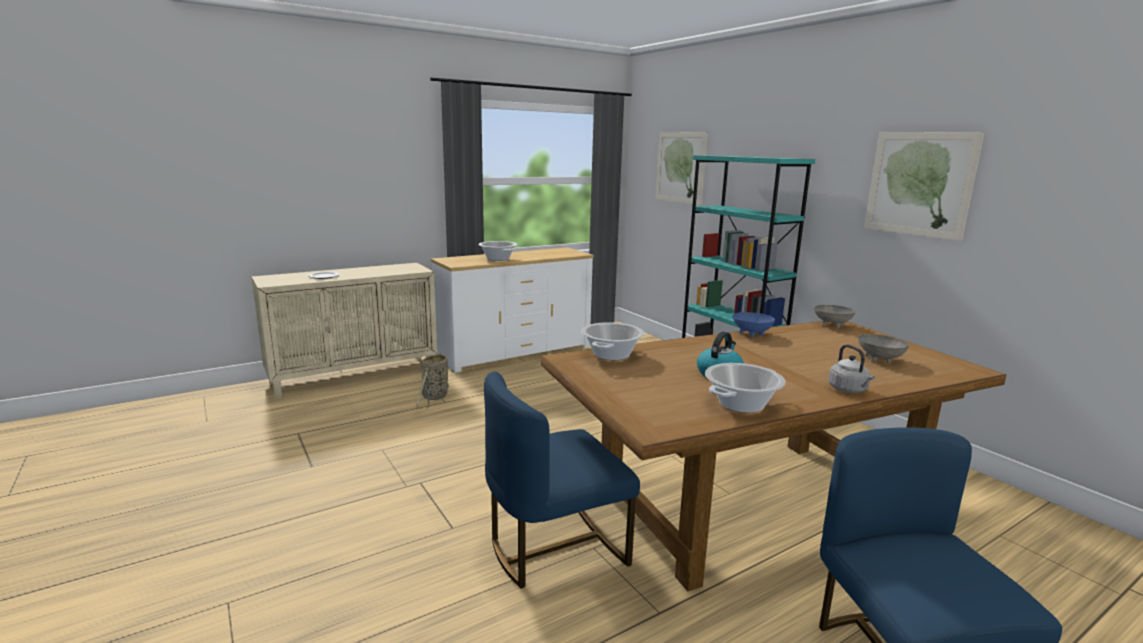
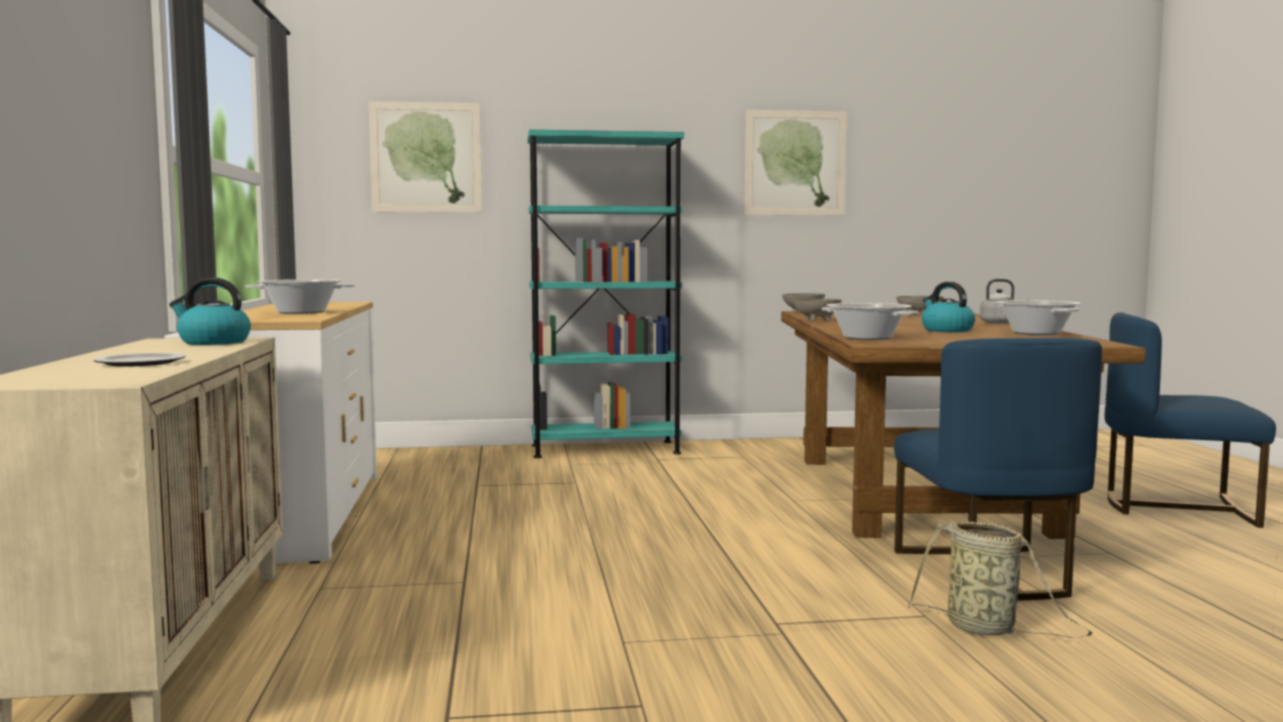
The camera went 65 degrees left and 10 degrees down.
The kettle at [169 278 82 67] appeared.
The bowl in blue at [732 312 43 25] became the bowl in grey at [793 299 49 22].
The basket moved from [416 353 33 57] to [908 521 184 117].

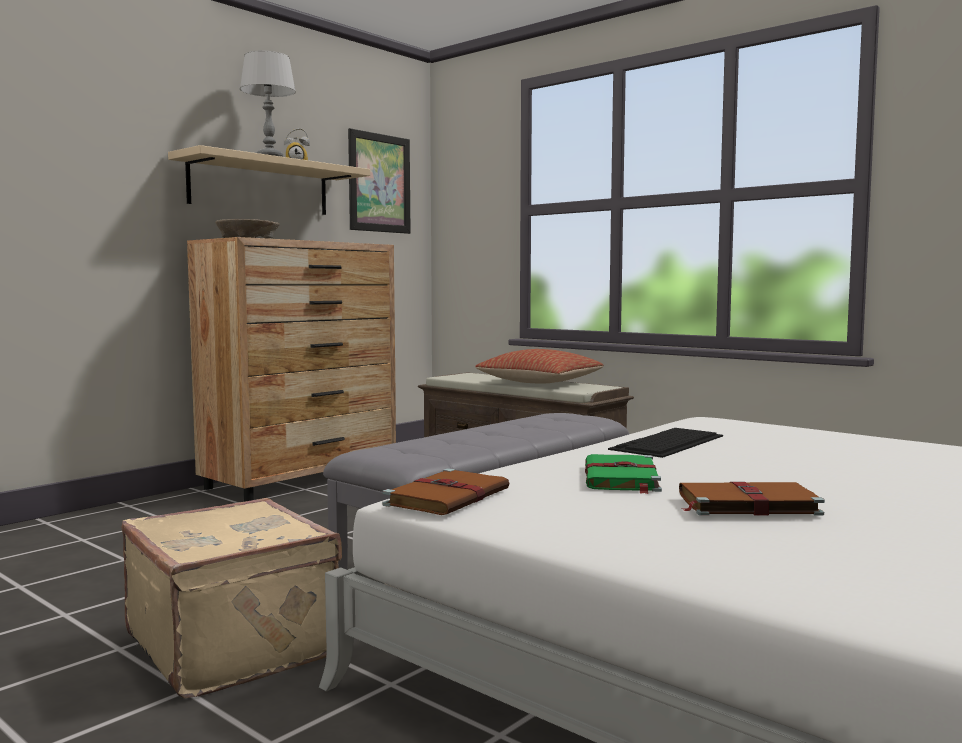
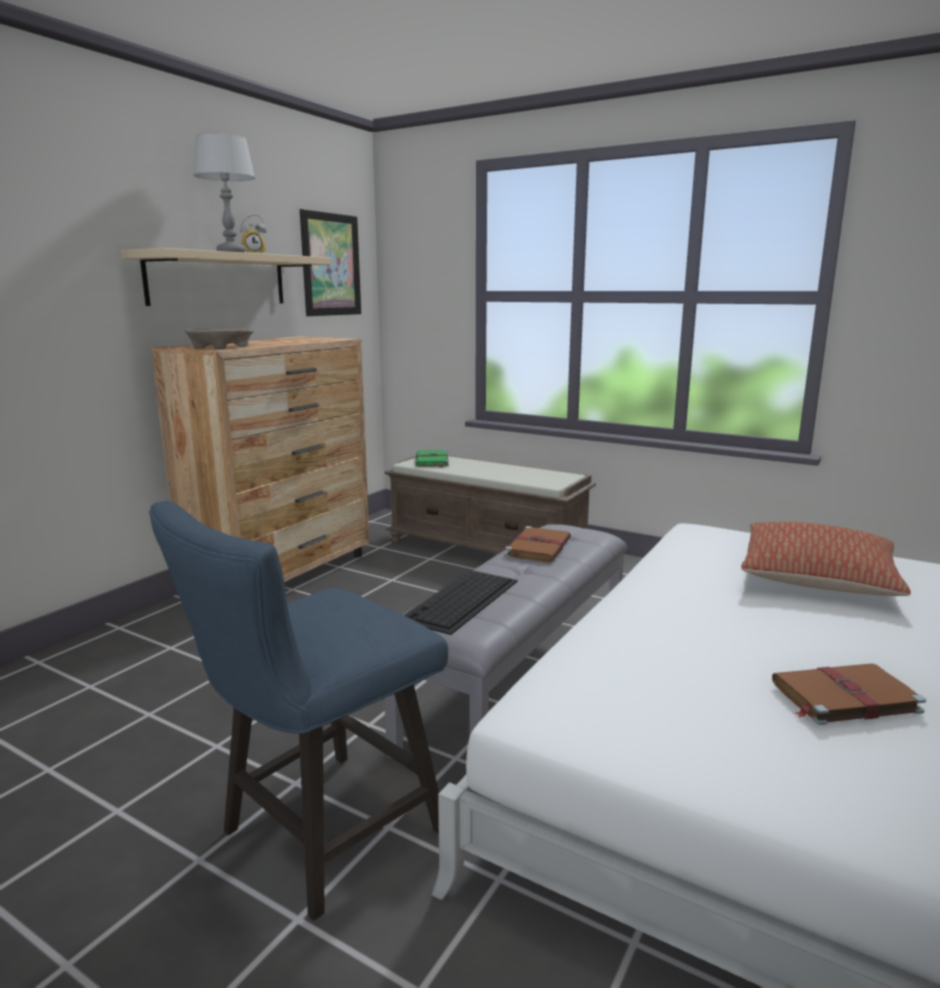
The camera went 10 degrees left and 10 degrees up.
The suitcase in beige at [122 498 220 200] was replaced by the chair in blue at [149 501 299 420].
The keyboard moved from [608 428 115 30] to [404 570 114 65].
The book in green moved from [585 454 77 40] to [415 450 34 18].
The book in brown moved from [382 468 128 47] to [505 526 66 36].
The pillow moved from [475 349 128 35] to [741 522 170 74].

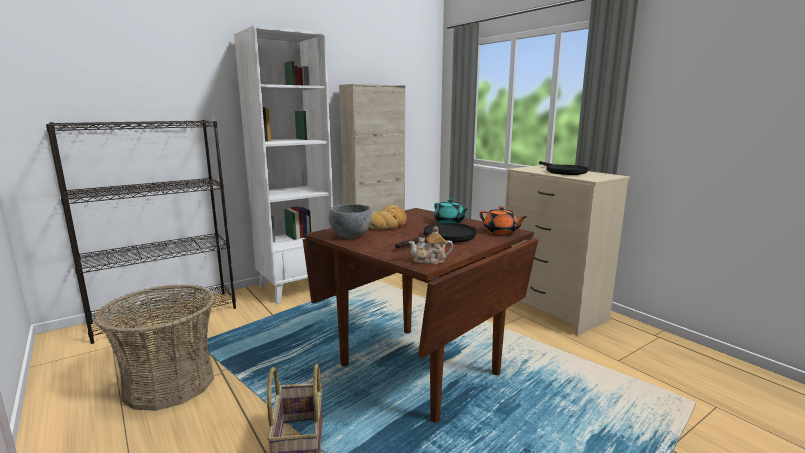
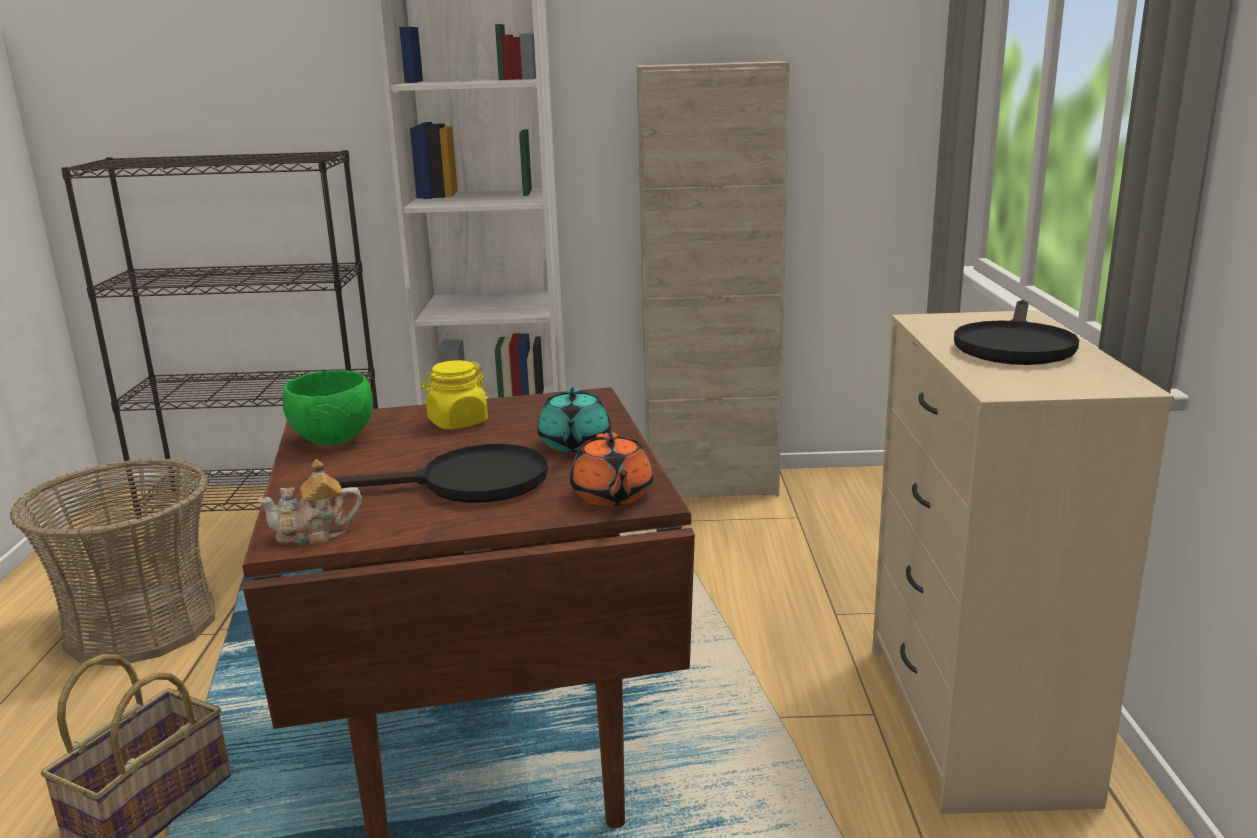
The camera went 35 degrees right and 5 degrees up.
The teapot at [408 226 45 39] turned 45 degrees counterclockwise.
The bowl in grey at [328 204 44 35] became the bowl in green at [283 370 90 75].
The bread at [369 205 38 25] was replaced by the jar in yellow at [421 360 67 70].

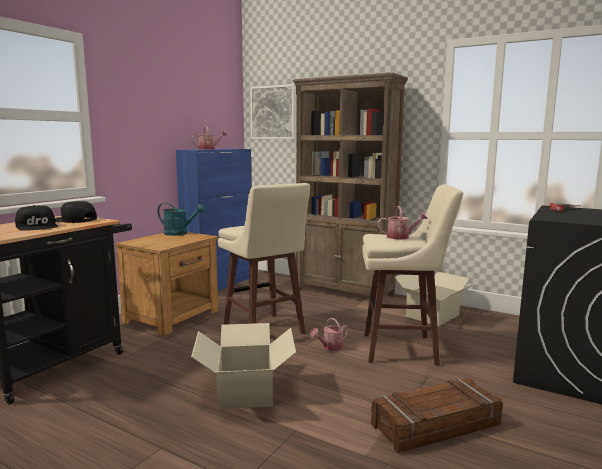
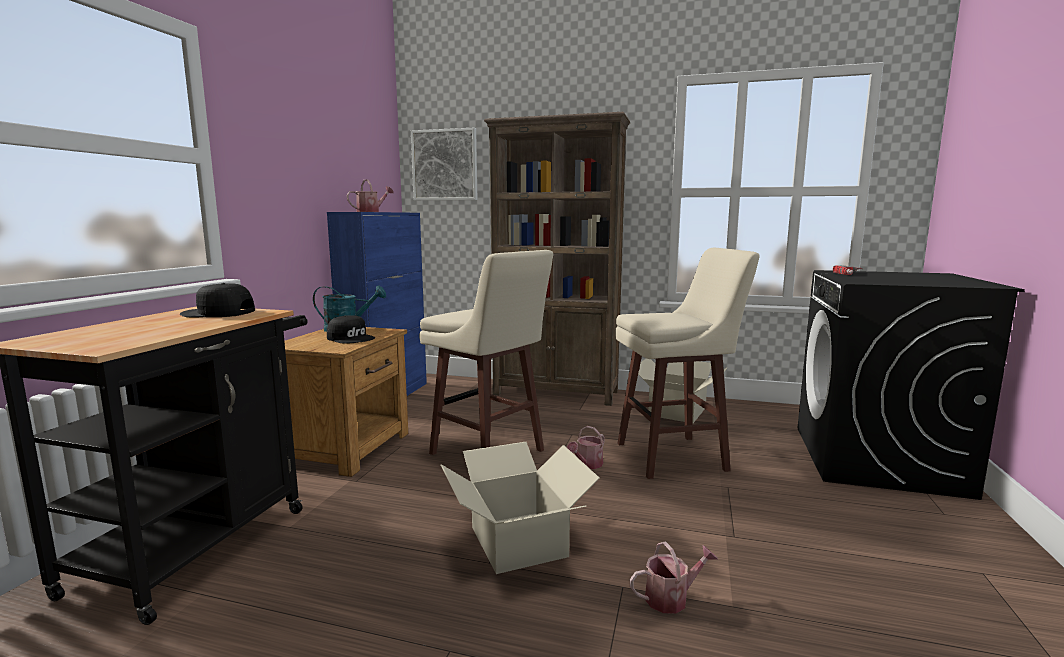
The camera went 15 degrees left and 0 degrees up.
The cap in black moved from [15 205 43 26] to [327 315 48 29].
The watering can moved from [378 206 49 34] to [630 541 88 72].
The crate at [371 378 132 75] disappeared.

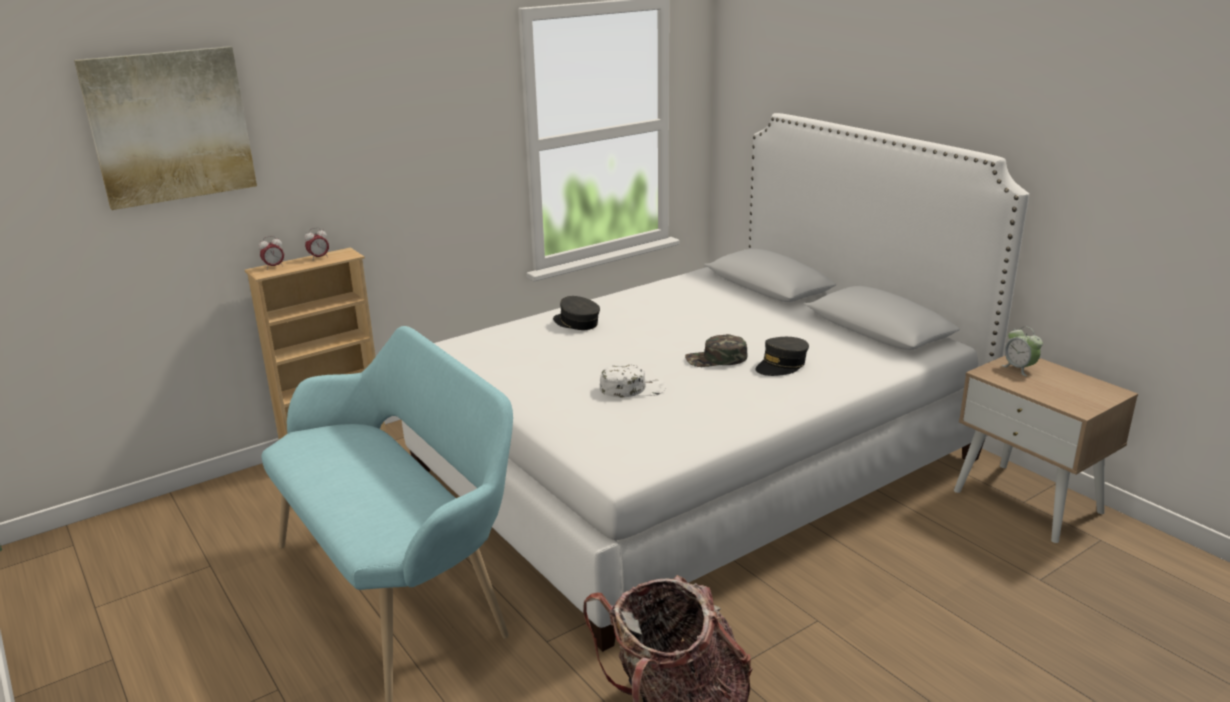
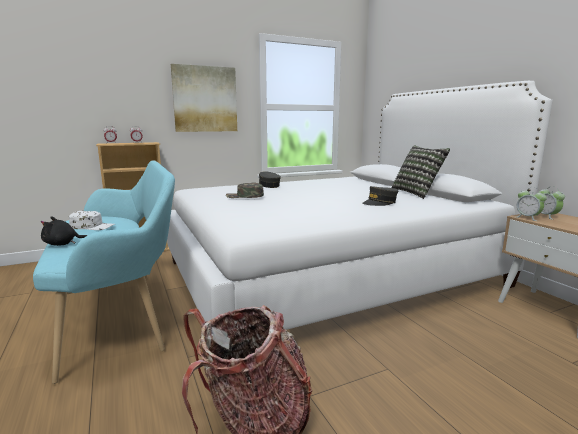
The camera went 10 degrees right and 10 degrees down.
The plush toy in black at [41 217 46 29] appeared.
The cap in white moved from [600 364 66 33] to [69 211 46 19].
The picture moved from [74 46 183 164] to [171 64 66 68].
The cap in green moved from [685 334 63 33] to [226 182 38 16].
The pillow at [391 145 59 54] appeared.
The alarm clock at [517 187 30 34] appeared.

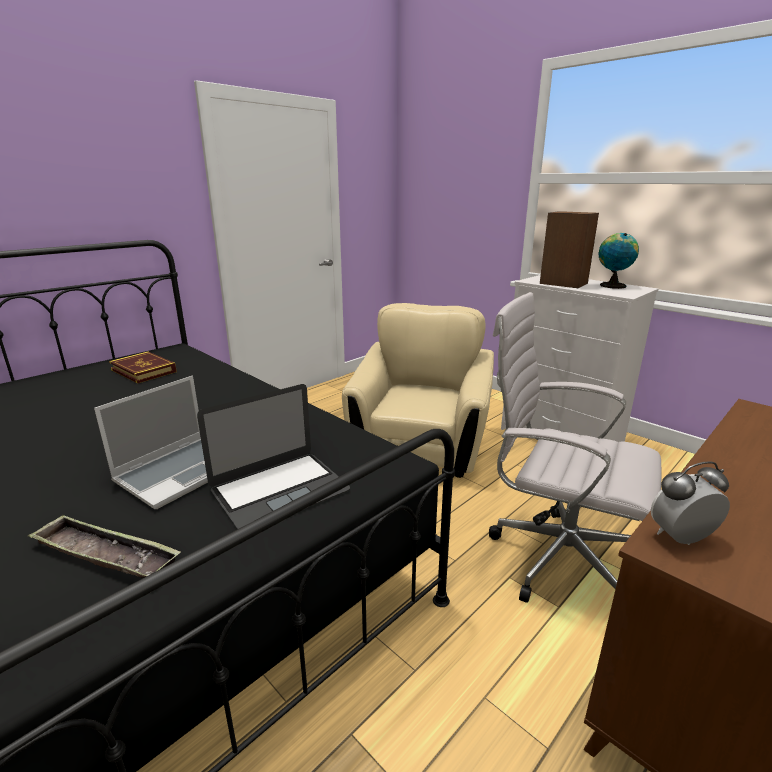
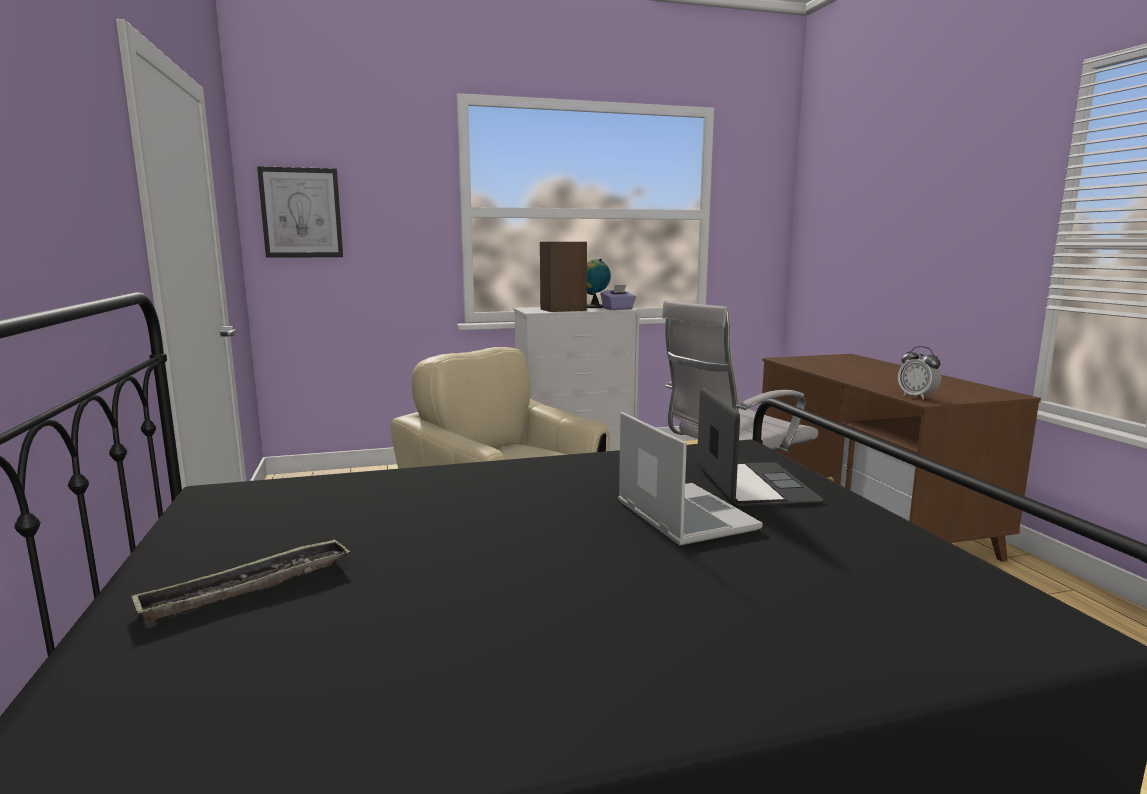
The camera went 60 degrees left and 10 degrees down.
The tray moved from [28 515 153 63] to [131 538 219 85].
The picture at [257 166 86 92] appeared.
The tissue box in purple at [601 285 35 25] appeared.
The alarm clock at [651 462 79 83] turned 45 degrees counterclockwise.
The book at [109 351 68 33] disappeared.

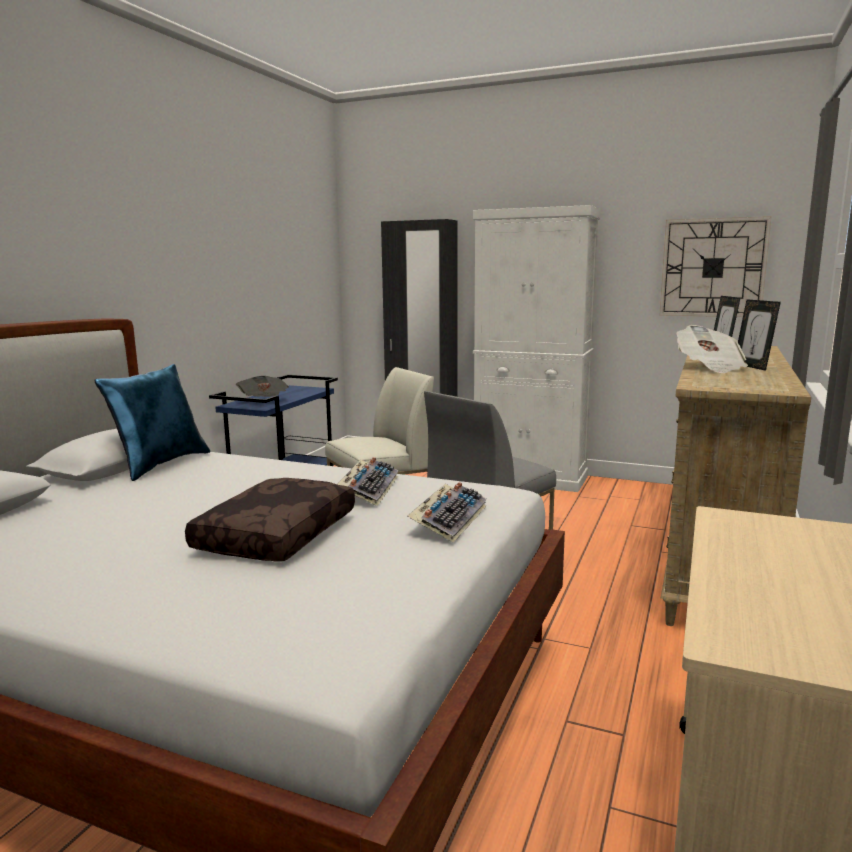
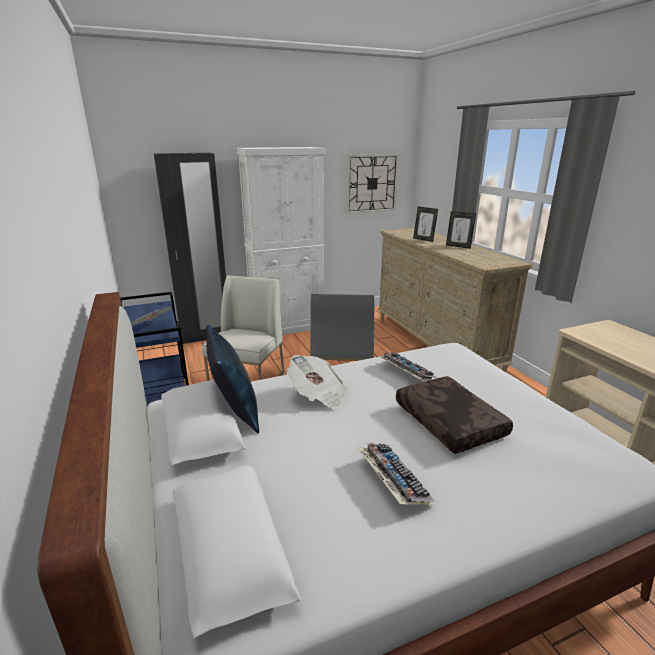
The camera went 45 degrees left and 10 degrees up.
The newspaper moved from [676 325 72 48] to [287 355 60 54].
The keyboard moved from [408 482 79 61] to [357 442 78 64].

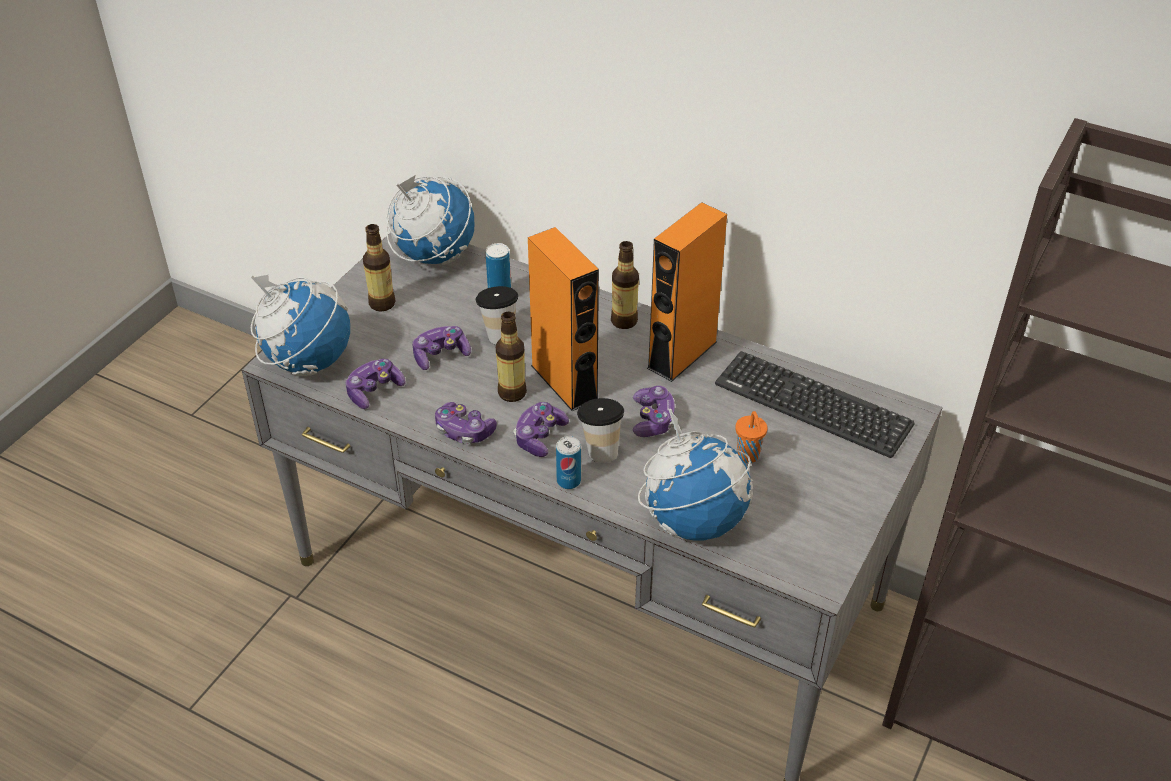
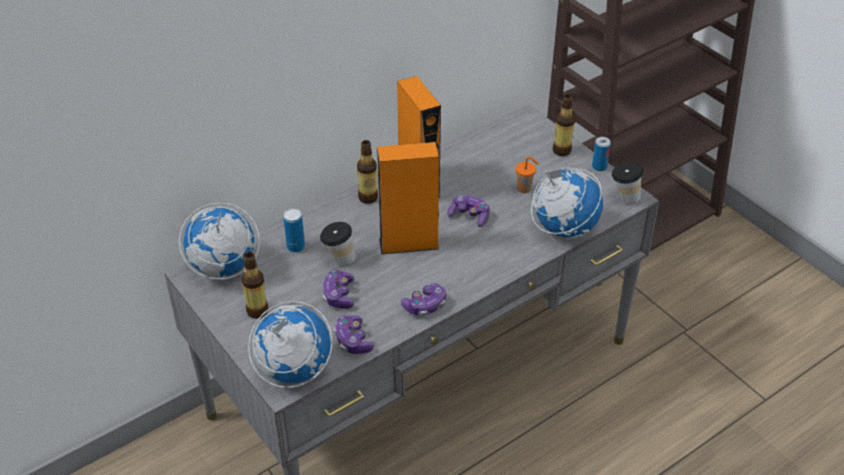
The camera went 65 degrees left and 0 degrees up.
The bottle moved from [496 311 31 91] to [553 94 22 62].
The can moved from [556 436 25 53] to [592 137 19 34].
The cup moved from [577 398 47 65] to [612 162 31 42].
The game controller at [513 402 56 55] disappeared.
The keyboard at [715 351 200 107] disappeared.

